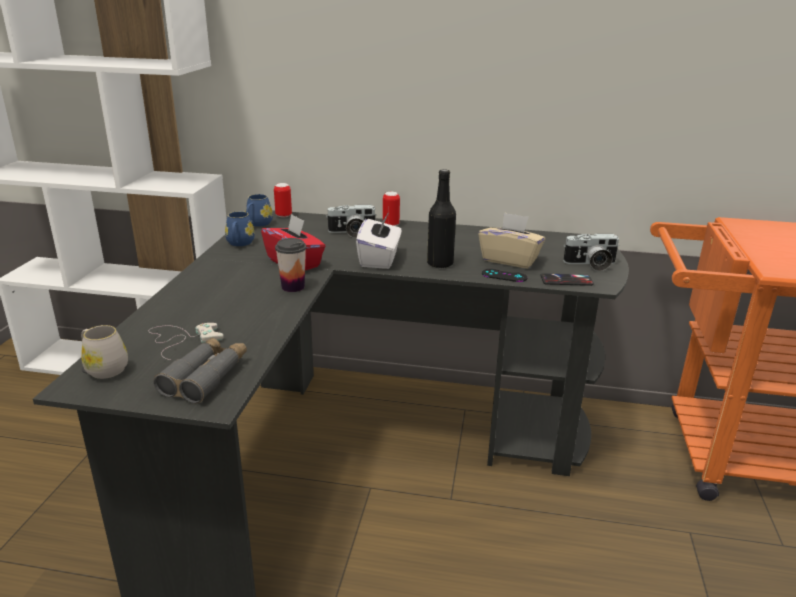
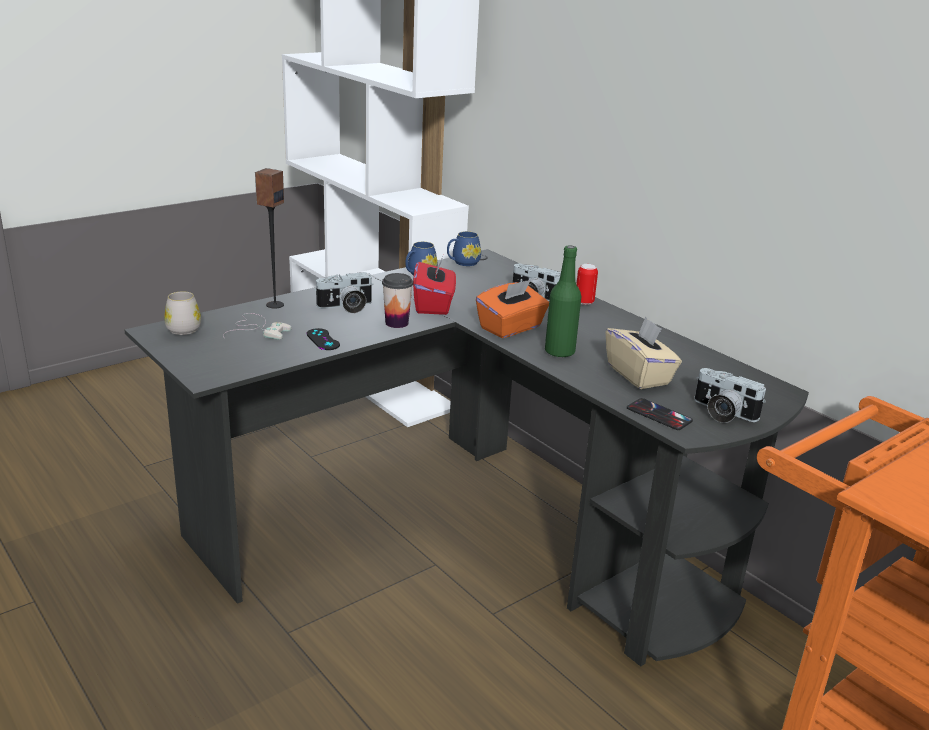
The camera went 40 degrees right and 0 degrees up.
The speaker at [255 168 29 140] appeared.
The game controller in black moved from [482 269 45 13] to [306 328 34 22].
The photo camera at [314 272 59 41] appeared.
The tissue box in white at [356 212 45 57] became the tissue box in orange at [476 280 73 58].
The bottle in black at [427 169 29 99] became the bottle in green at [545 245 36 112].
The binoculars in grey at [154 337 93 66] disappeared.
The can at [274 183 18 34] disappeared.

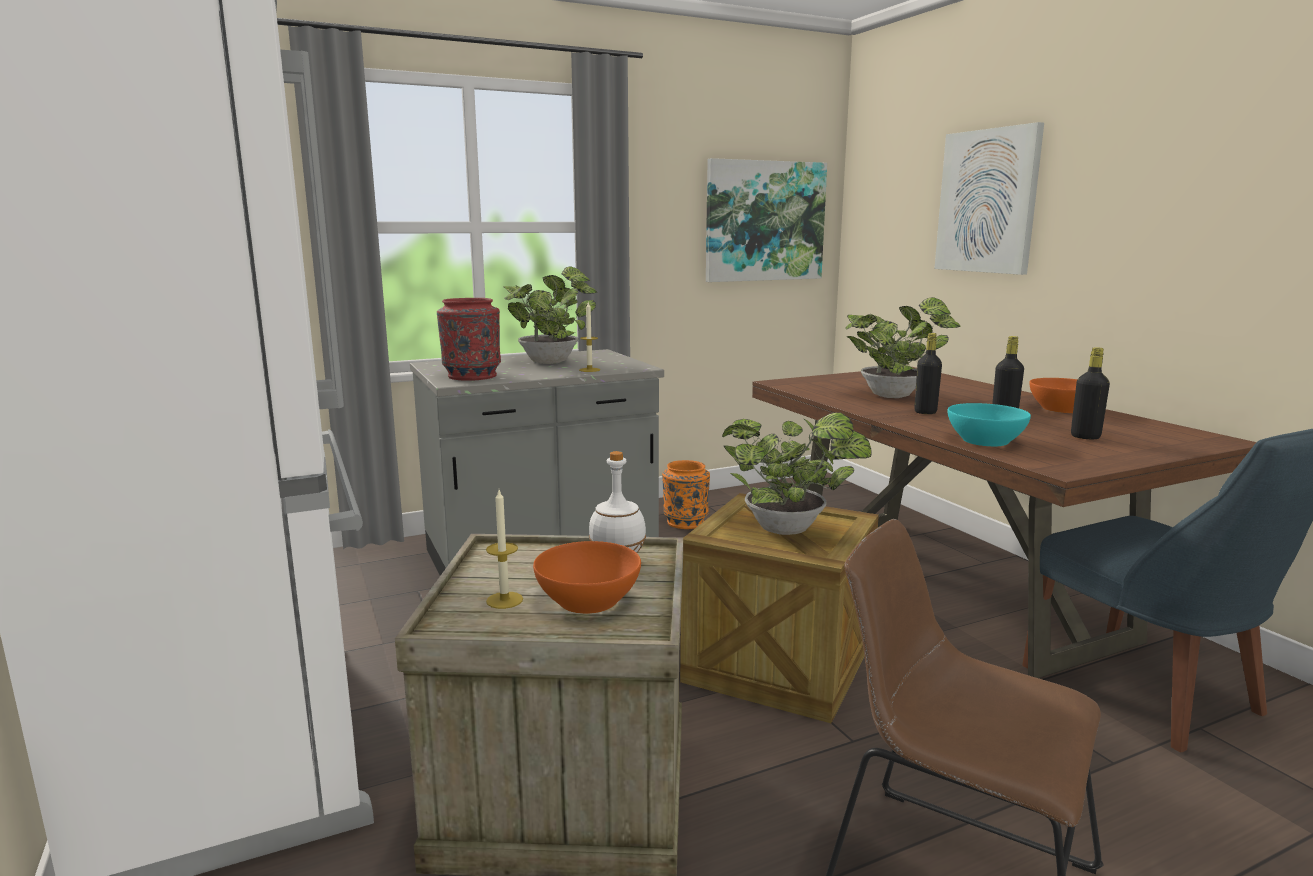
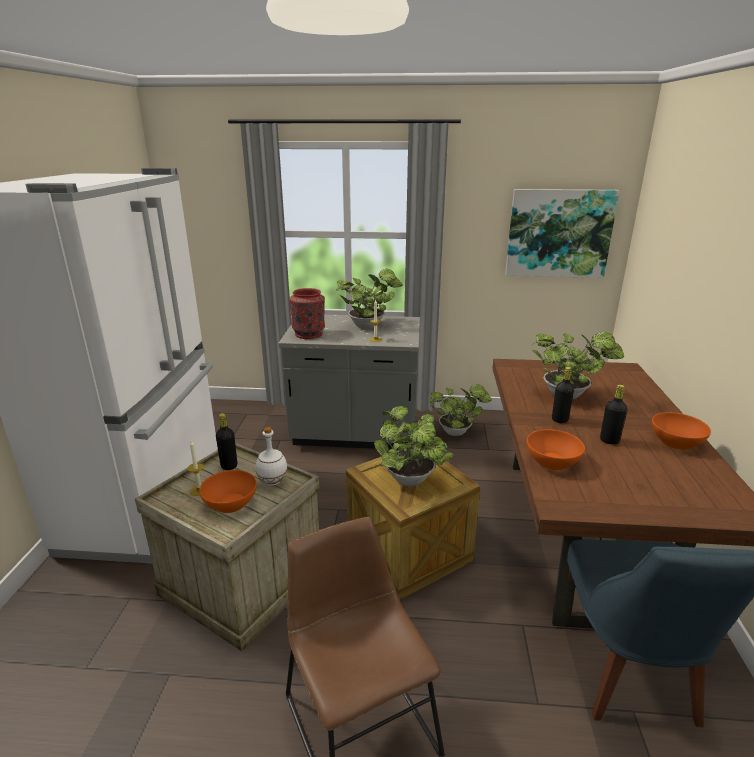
The camera went 30 degrees right and 10 degrees up.
The bottle in black moved from [1071 347 39 92] to [216 413 21 57].
The vase in orange at [662 460 48 69] was replaced by the potted plant at [429 384 63 52].
The bowl in turquoise at [948 403 83 43] became the bowl in orange at [527 429 58 41].
The picture at [934 122 110 153] disappeared.

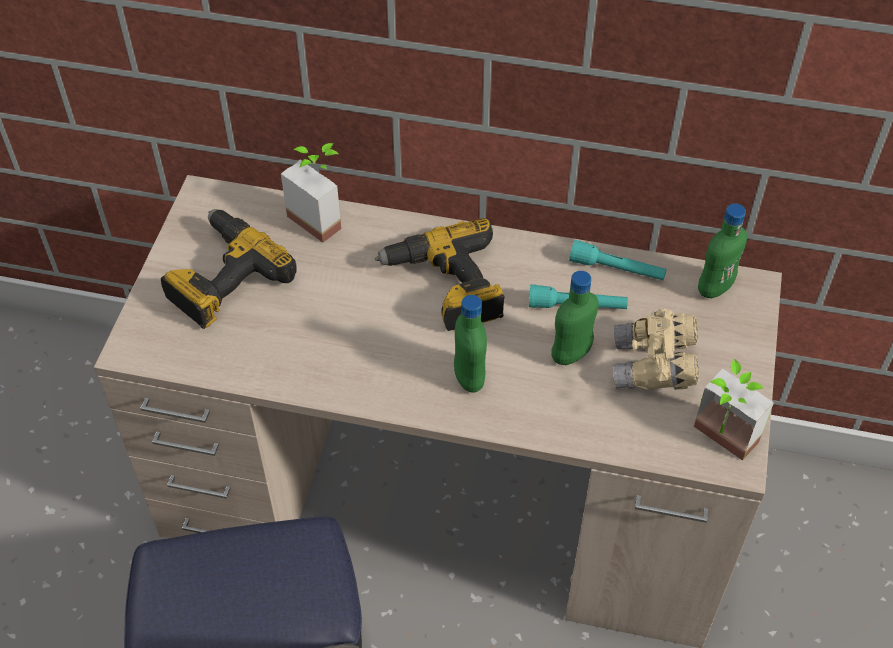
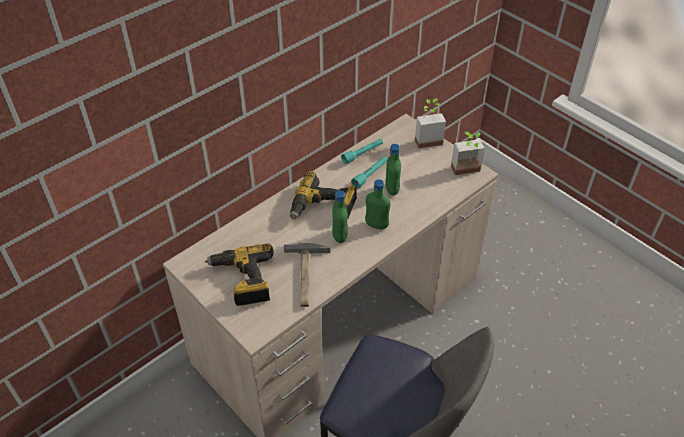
The camera went 55 degrees left and 5 degrees down.
The hammer at [284 243 46 64] appeared.
The bottle in green moved from [698 204 49 94] to [332 190 16 53].
The potted plant moved from [281 143 61 100] to [415 99 31 50].
The binoculars in beige at [613 308 87 82] disappeared.

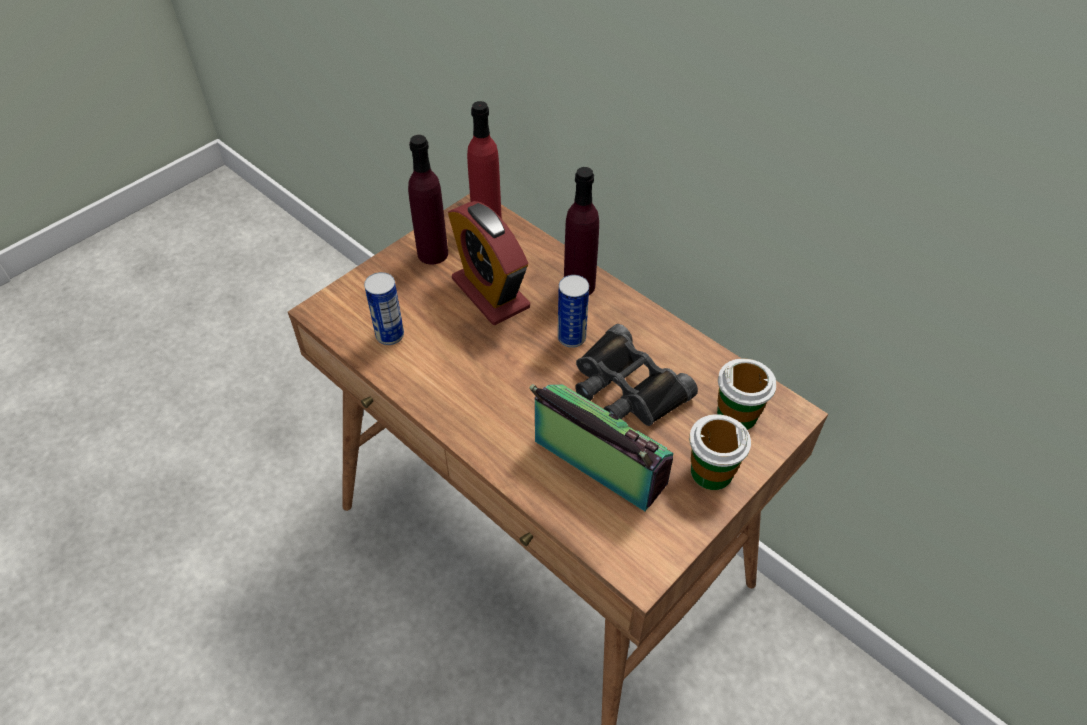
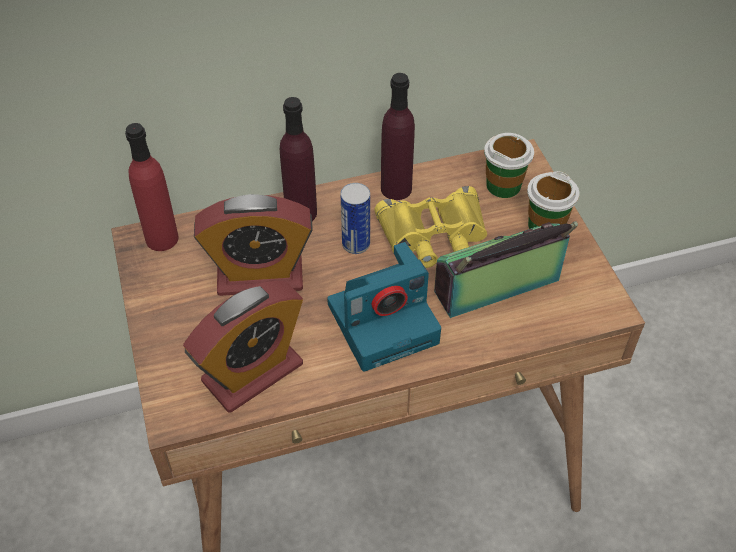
The camera went 60 degrees left and 0 degrees up.
The can at [364 272 40 73] was replaced by the alarm clock at [183 281 120 132].
The photo camera at [327 242 114 129] appeared.
The binoculars in black at [575 324 123 102] became the binoculars in yellow at [374 186 113 82].
The bottle in purple moved from [408 135 40 130] to [381 73 34 127].

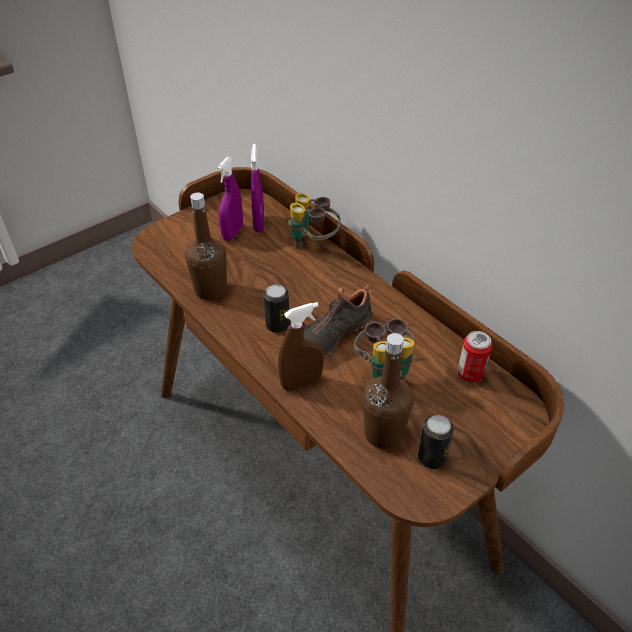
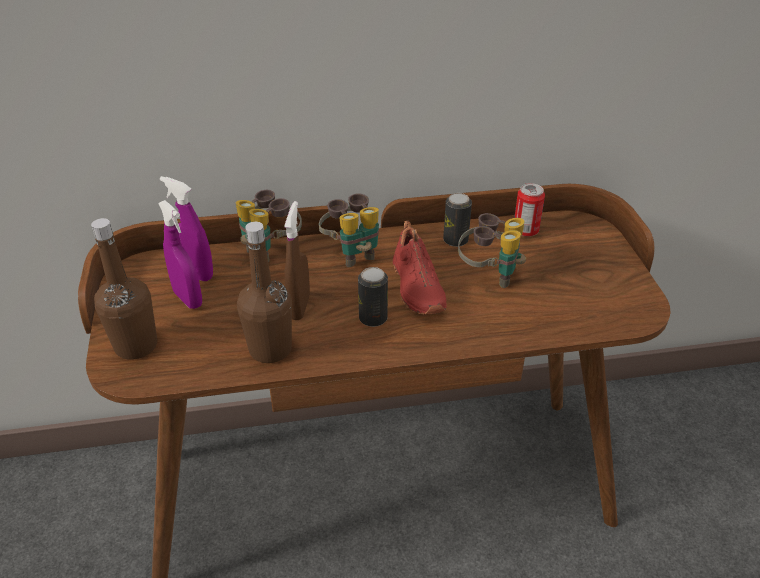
The camera went 60 degrees left and 5 degrees down.
The bottle in brown moved from [363 333 51 116] to [91 218 66 142].
The spray bottle in brown moved from [278 302 46 89] to [284 201 26 119].
The binoculars at [319 193 60 74] appeared.
The shoe in black at [303 284 70 72] became the shoe in red at [393 220 54 94].
The can moved from [418 415 36 54] to [443 193 29 54].

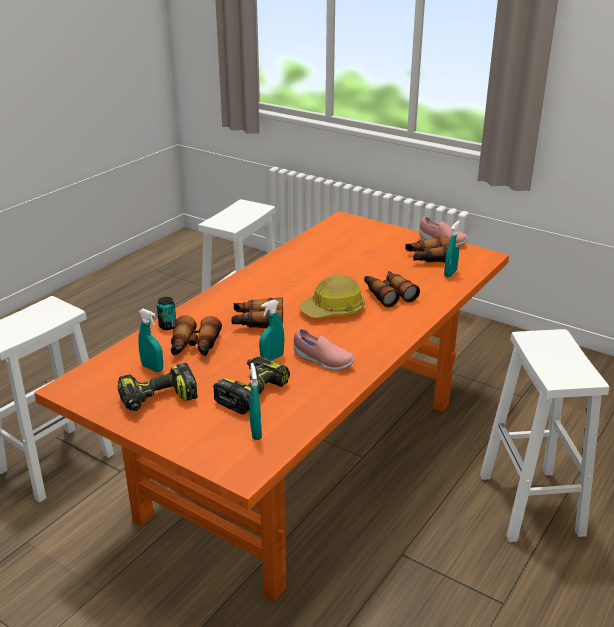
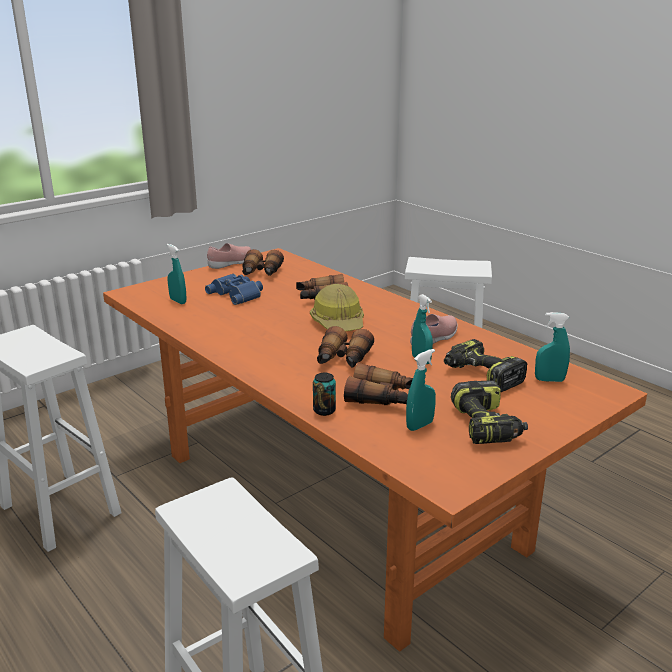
The camera went 75 degrees left and 5 degrees down.
The spray bottle in turquoise moved from [444 221 16 56] to [167 244 19 60].
The binoculars in blue at [205 274 58 31] appeared.

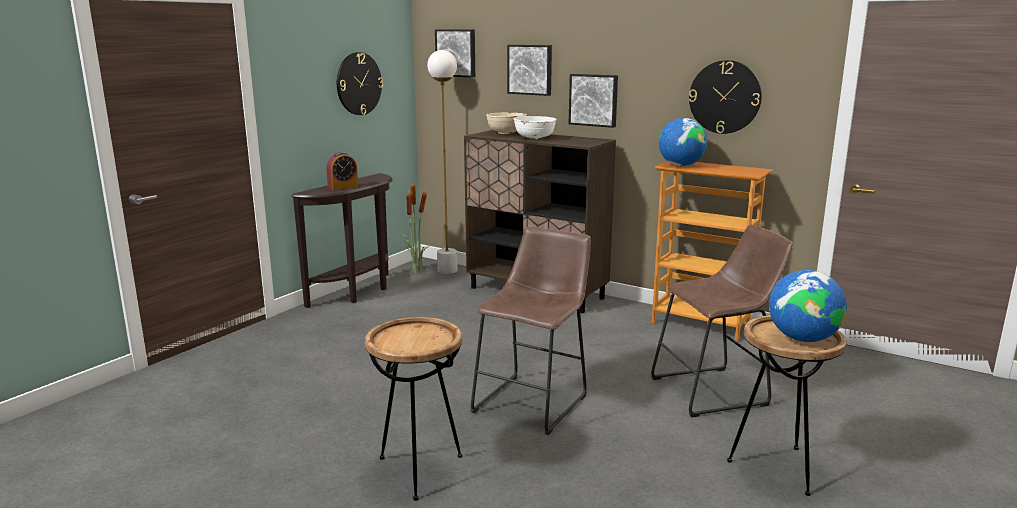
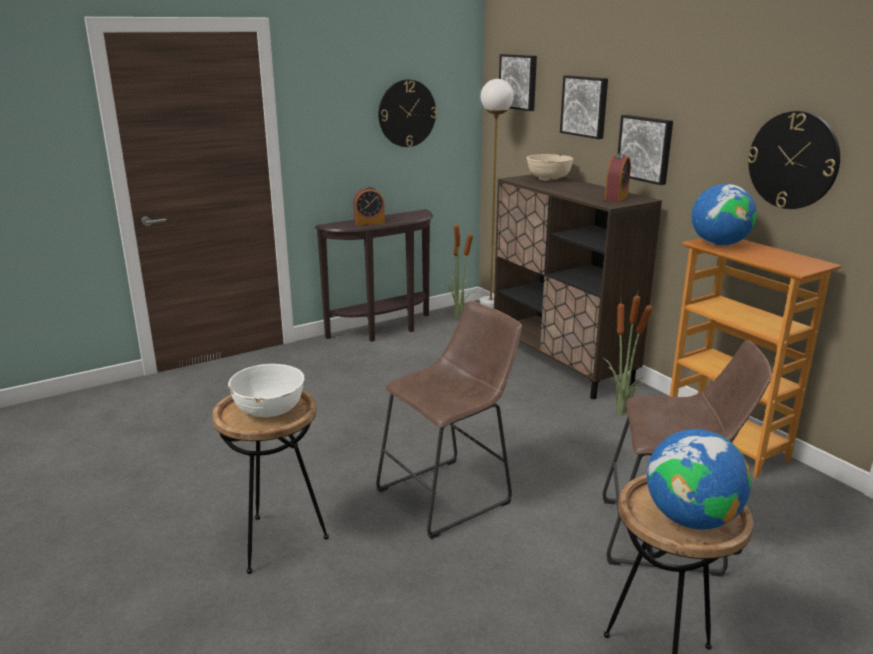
The camera went 25 degrees right and 5 degrees up.
The bowl in white moved from [514 116 43 24] to [228 364 77 54].
The potted plant at [603 289 50 127] appeared.
The alarm clock at [604 153 27 49] appeared.

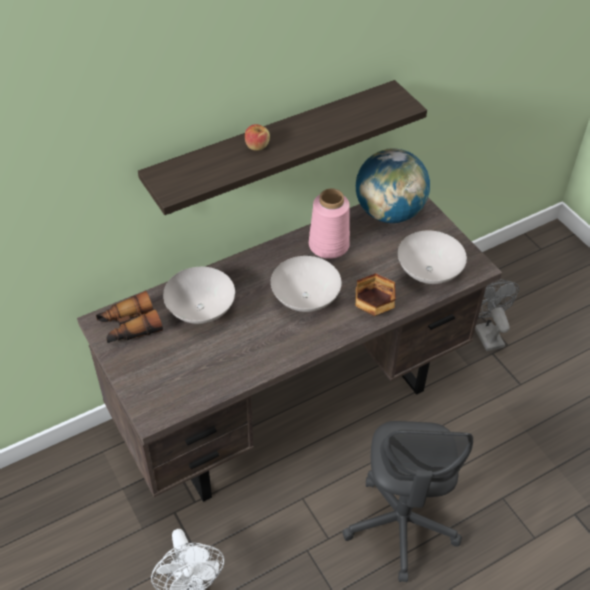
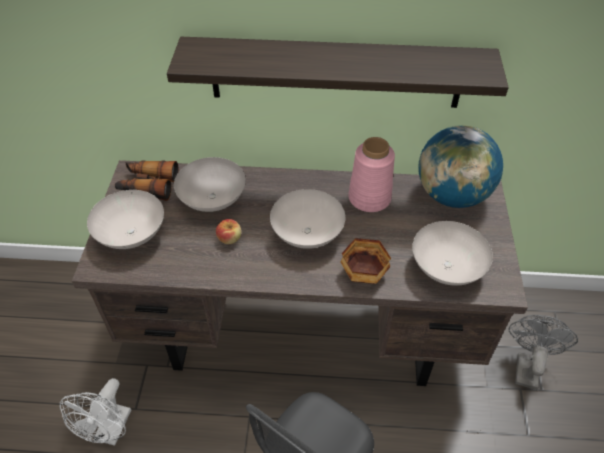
The camera went 35 degrees right and 0 degrees up.
The bowl in white at [87 190 77 59] appeared.
The apple moved from [245 124 25 26] to [216 219 25 25].

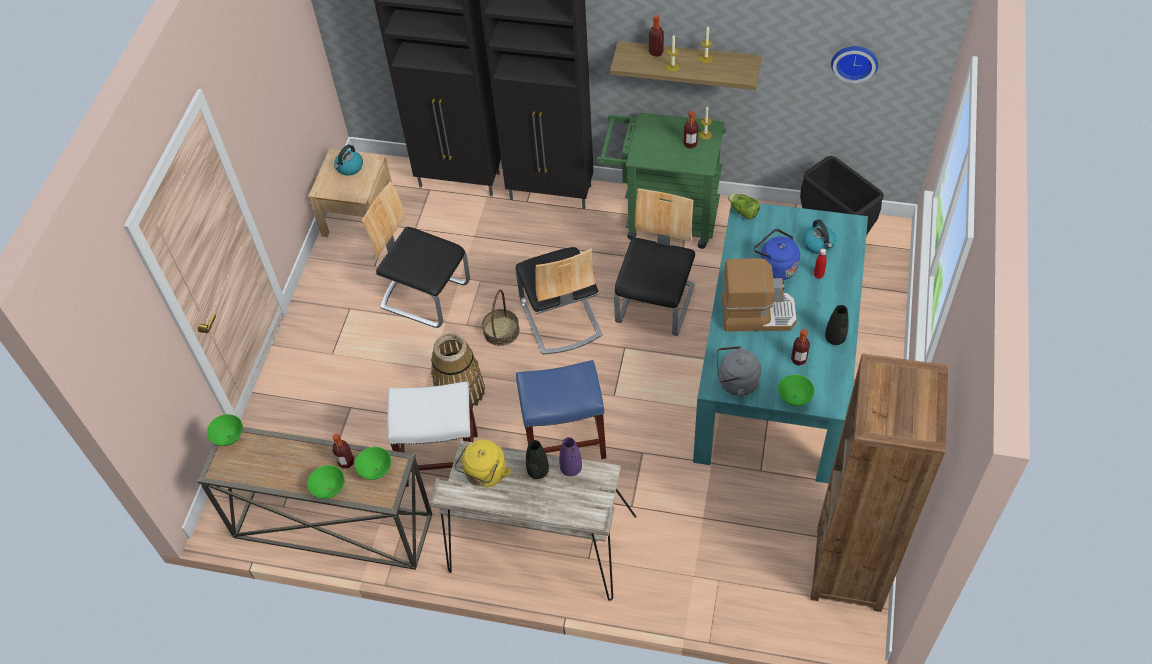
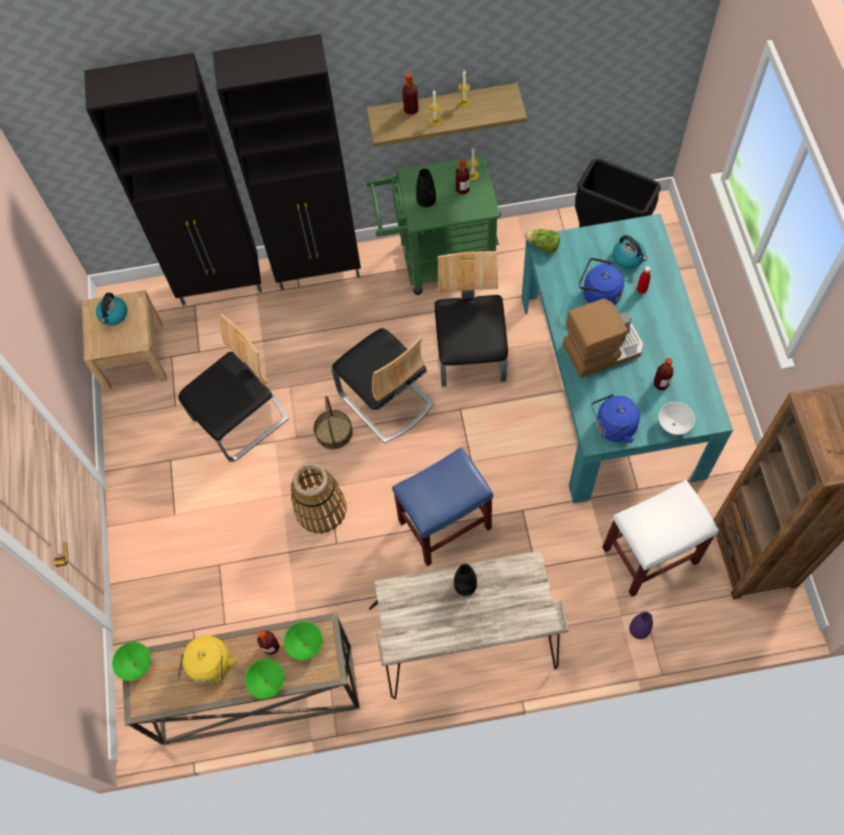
The camera went 20 degrees left and 10 degrees up.
The chair at [362 181 108 147] turned 135 degrees clockwise.
The kettle in yellow moved from [454 440 57 47] to [178 635 59 50].
The vase in black moved from [825 305 24 40] to [416 169 20 38].
The kettle in grey at [716 346 45 51] became the kettle in blue at [591 394 49 49].
The stool in white moved from [387 382 91 105] to [602 480 117 117].
The vase in purple moved from [559 437 23 39] to [629 612 24 27].
The bowl in green at [778 374 37 32] became the bowl in white at [659 402 36 33].
The wall clock at [831 46 47 37] disappeared.

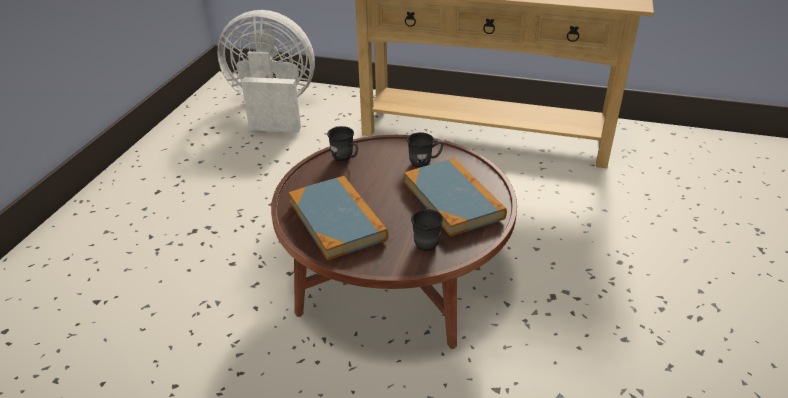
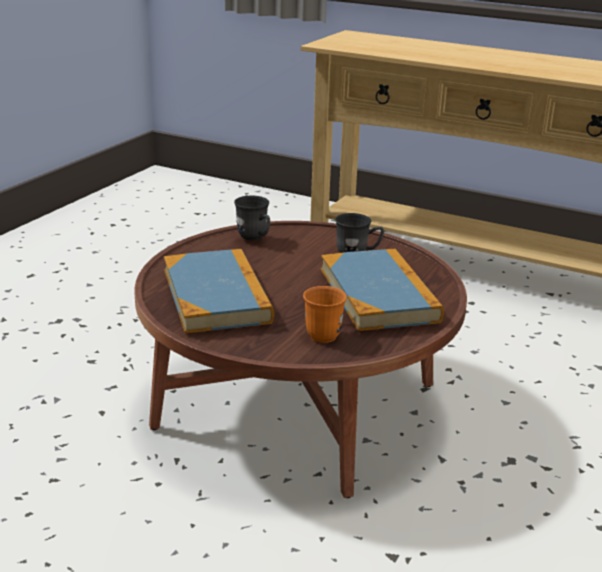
The camera went 10 degrees right and 10 degrees down.
The mug in grey at [411 207 32 44] became the mug in orange at [303 286 44 57].
The fan in white at [217 10 98 123] disappeared.

